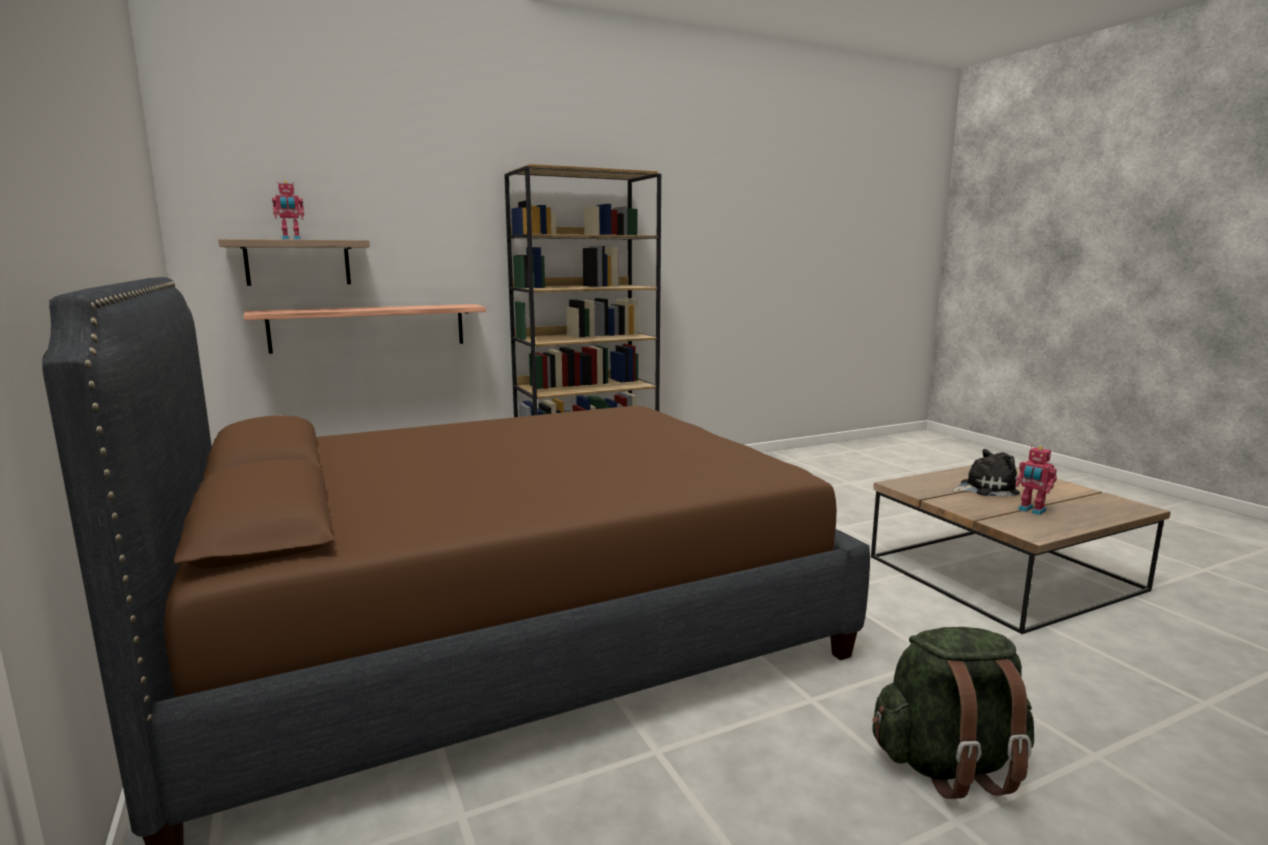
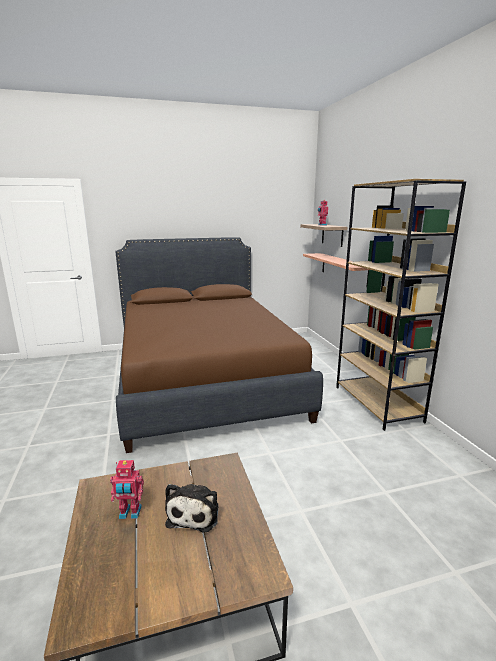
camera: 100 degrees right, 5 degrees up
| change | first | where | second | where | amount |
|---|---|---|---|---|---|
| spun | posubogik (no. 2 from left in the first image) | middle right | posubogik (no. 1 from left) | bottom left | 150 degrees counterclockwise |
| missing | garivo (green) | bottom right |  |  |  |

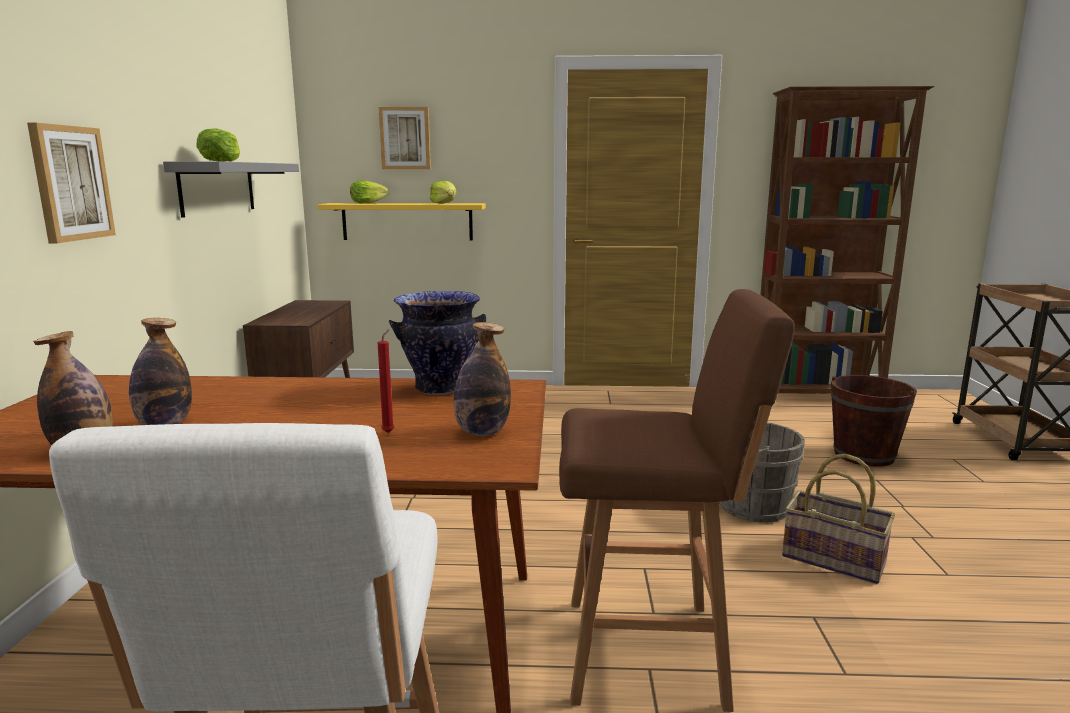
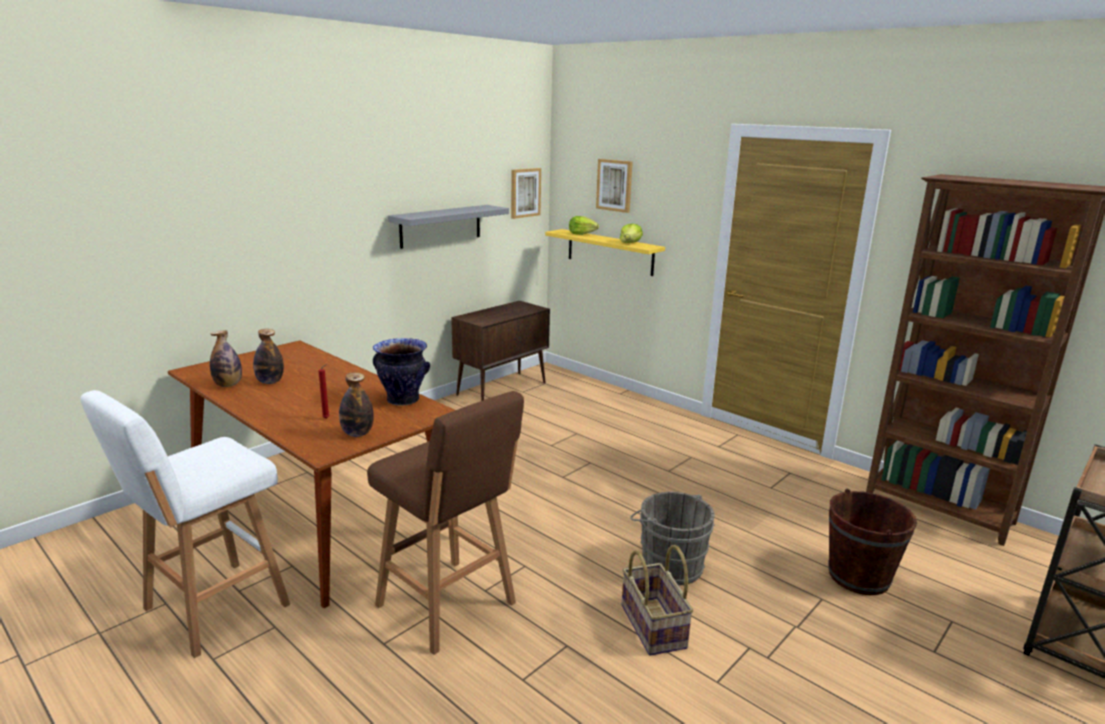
camera: 40 degrees right, 5 degrees up
| change | first | where | second | where | amount |
|---|---|---|---|---|---|
| relocated | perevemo (no. 1 from left) | top left |  | top centre |  |
| missing | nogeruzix (no. 1 from left) | top left |  |  |  |

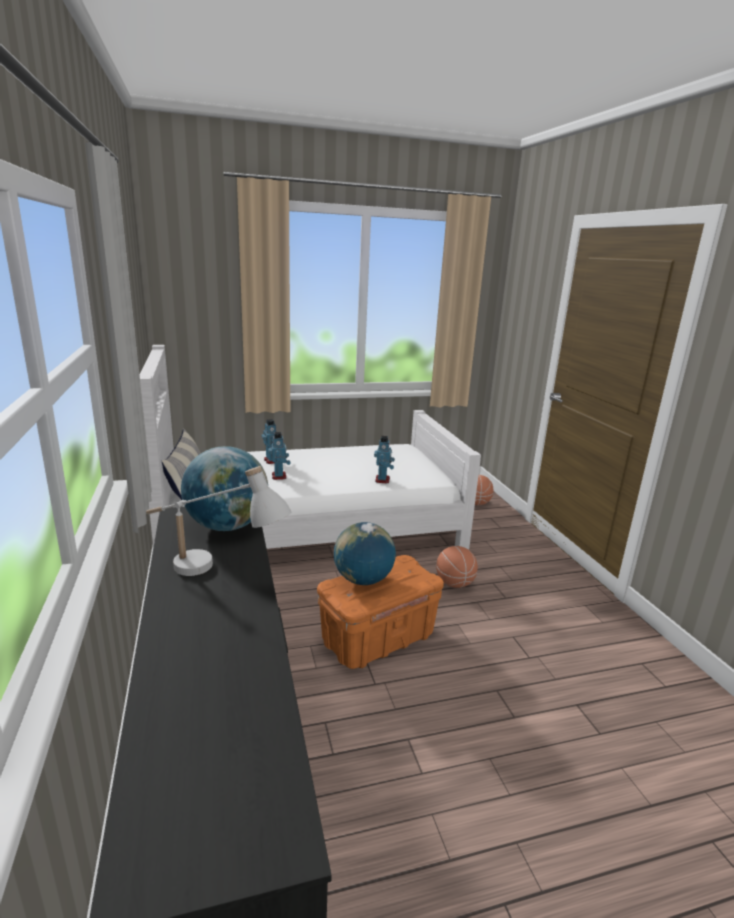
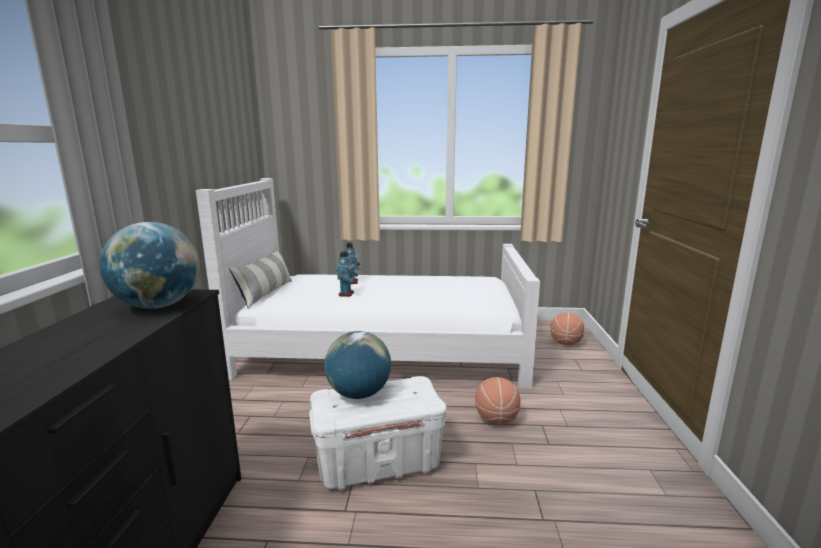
camera: 20 degrees right, 5 degrees down
| change | first | where | second | where | amount |
|---|---|---|---|---|---|
| missing | posubogik (no. 3 from left) | centre |  |  |  |
| missing | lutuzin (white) | middle left |  |  |  |
| colour | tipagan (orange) | bottom centre | tipagan (white) | bottom centre |  |

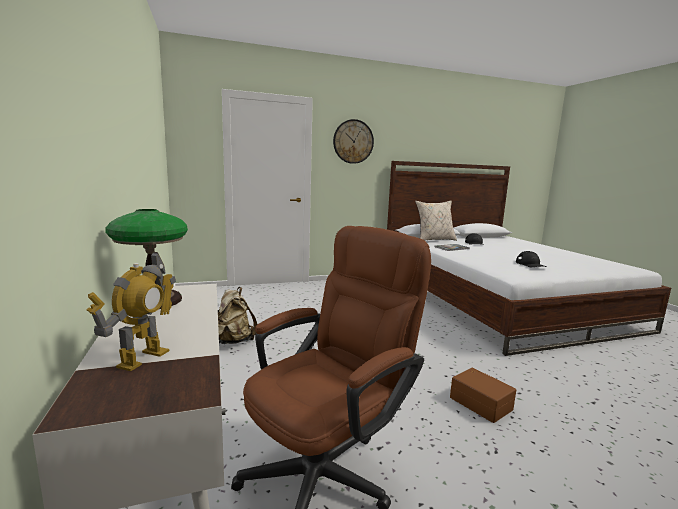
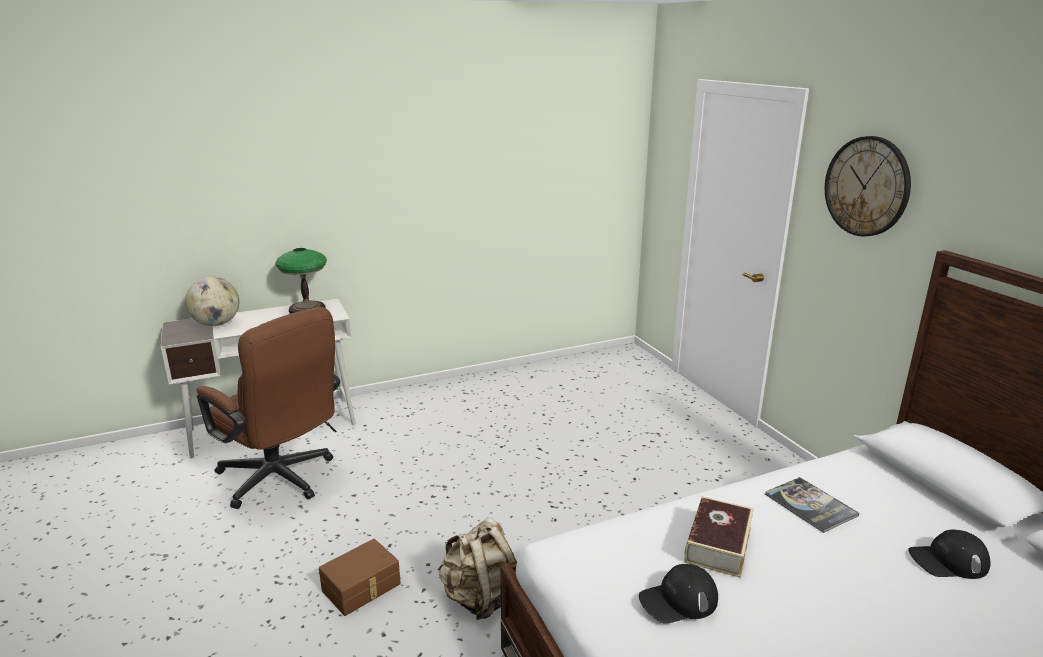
camera: 85 degrees right, 10 degrees up
| change | first | where | second | where | amount |
|---|---|---|---|---|---|
| missing | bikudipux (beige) | centre |  |  |  |
| exchanged | posubogik | middle left | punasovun | middle left |  |
| relocated | garivo (beige) | centre |  | bottom centre |  |
| appeared |  |  | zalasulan (no. 1 from left) | bottom right |  |

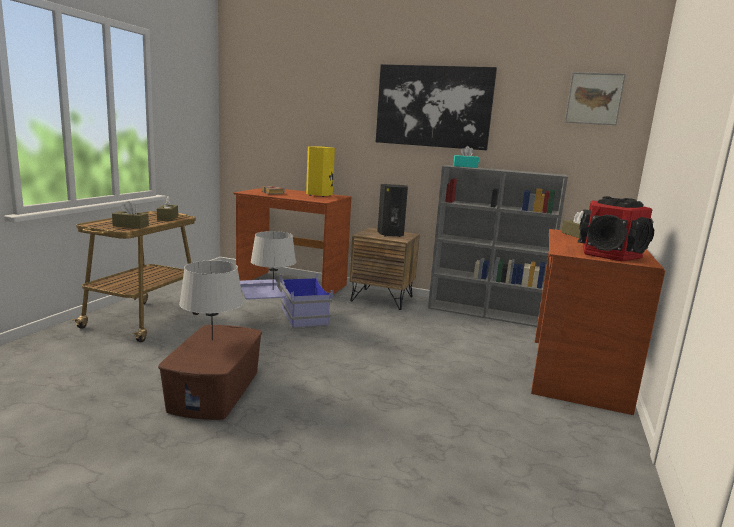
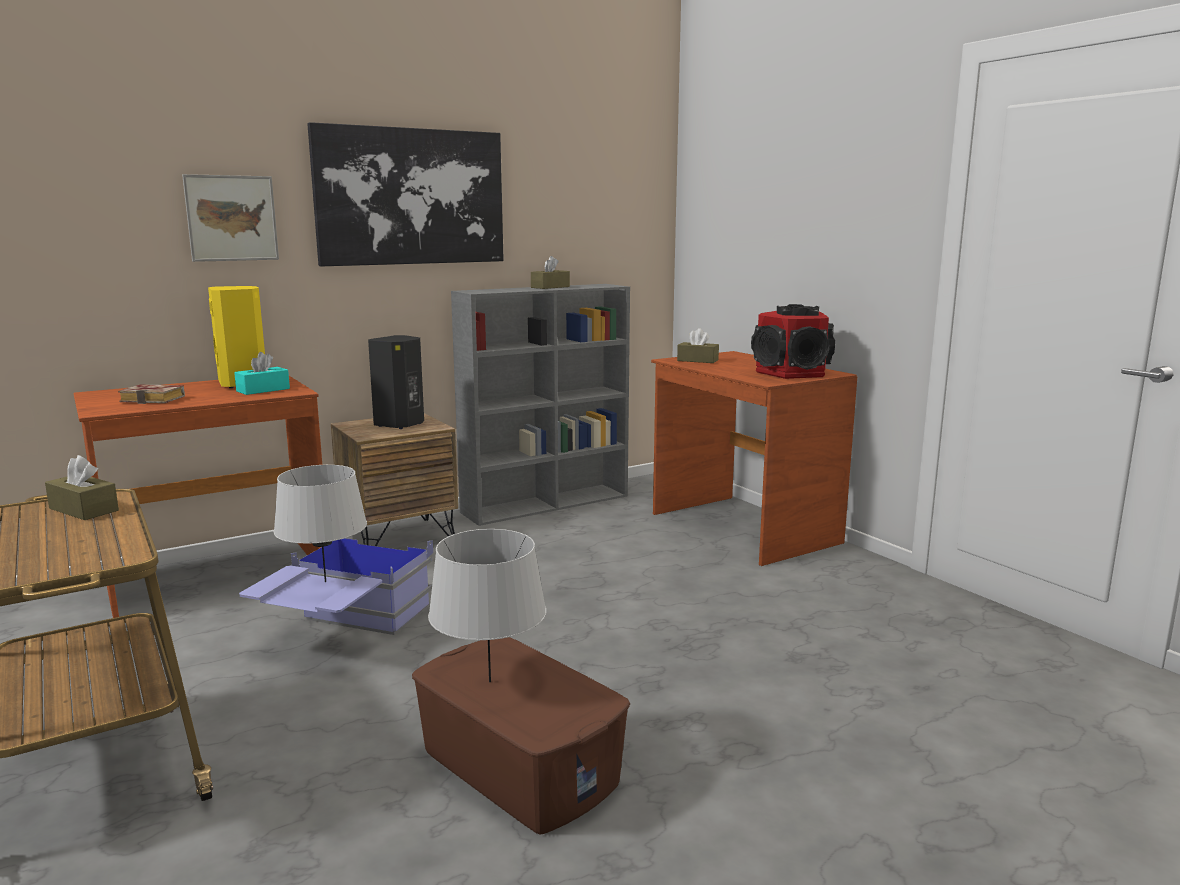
camera: 50 degrees left, 0 degrees up
| change | first | where | second | where | amount |
|---|---|---|---|---|---|
| relocated | perevemo (no. 2 from left in the first image) | top right | perevemo (no. 1 from left) | top left |  |
| relocated | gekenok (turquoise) | top centre |  | middle left |  |
| relocated | gekenok (brown) (no. 1 from left in the first image) | middle left | gekenok (brown) (no. 2 from left) | top centre |  |

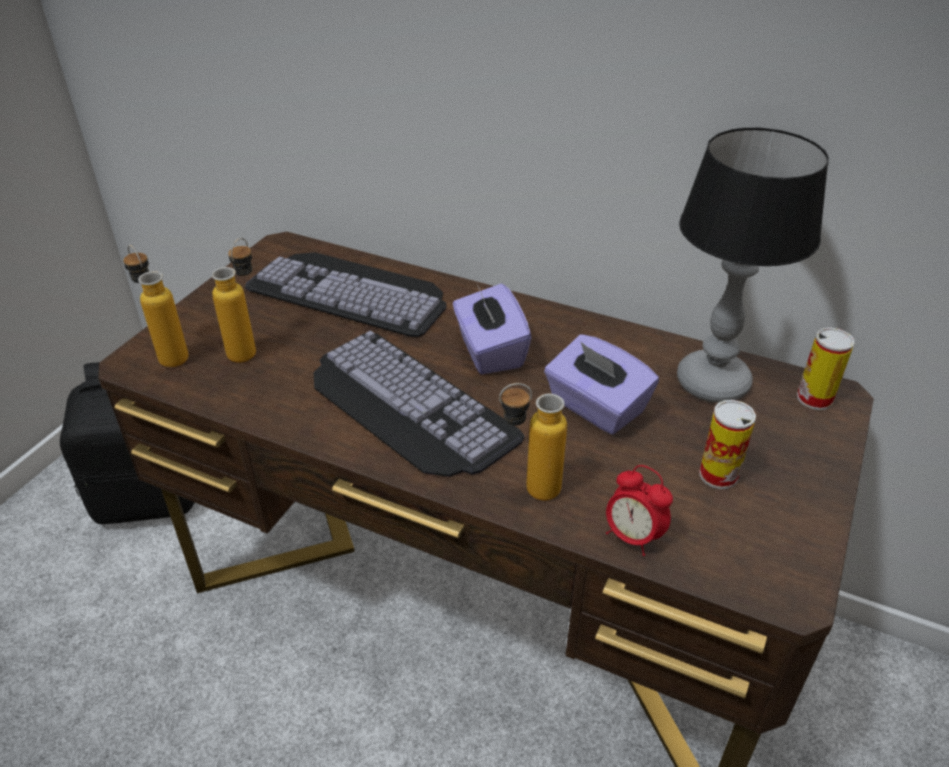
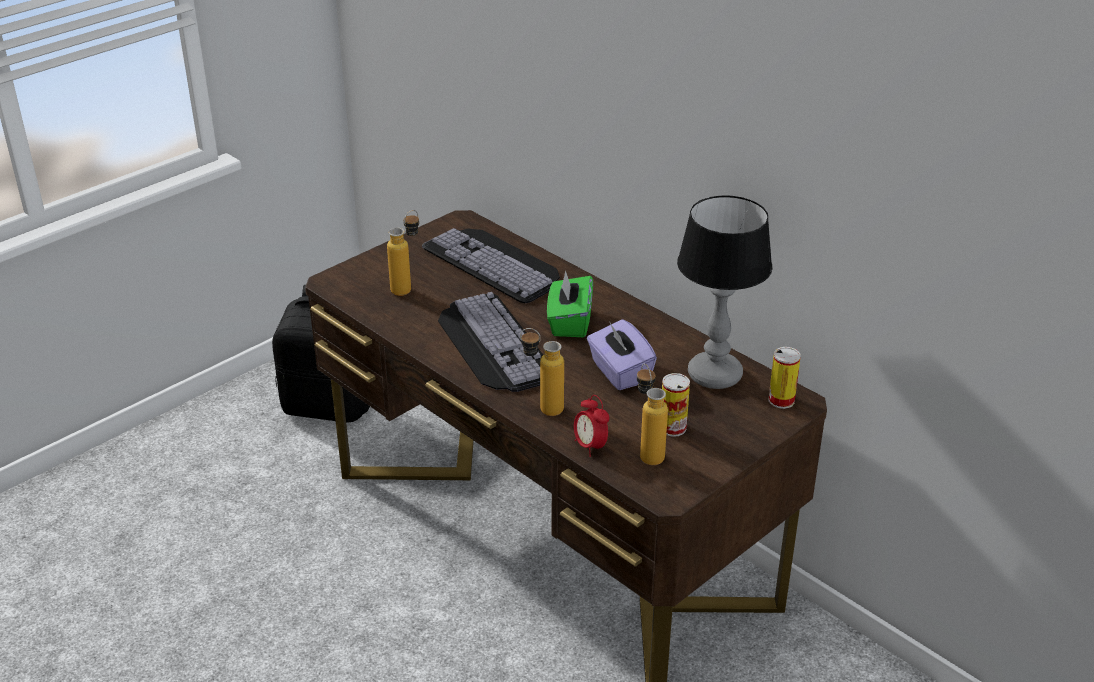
camera: 20 degrees right, 5 degrees down
| change | first | where | second | where | amount |
|---|---|---|---|---|---|
| relocated | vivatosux (no. 1 from left in the first image) | middle left | vivatosux (no. 3 from left) | centre |  |
| colour | gekenok (purple) (no. 1 from left) | centre | gekenok (green) | centre |  |

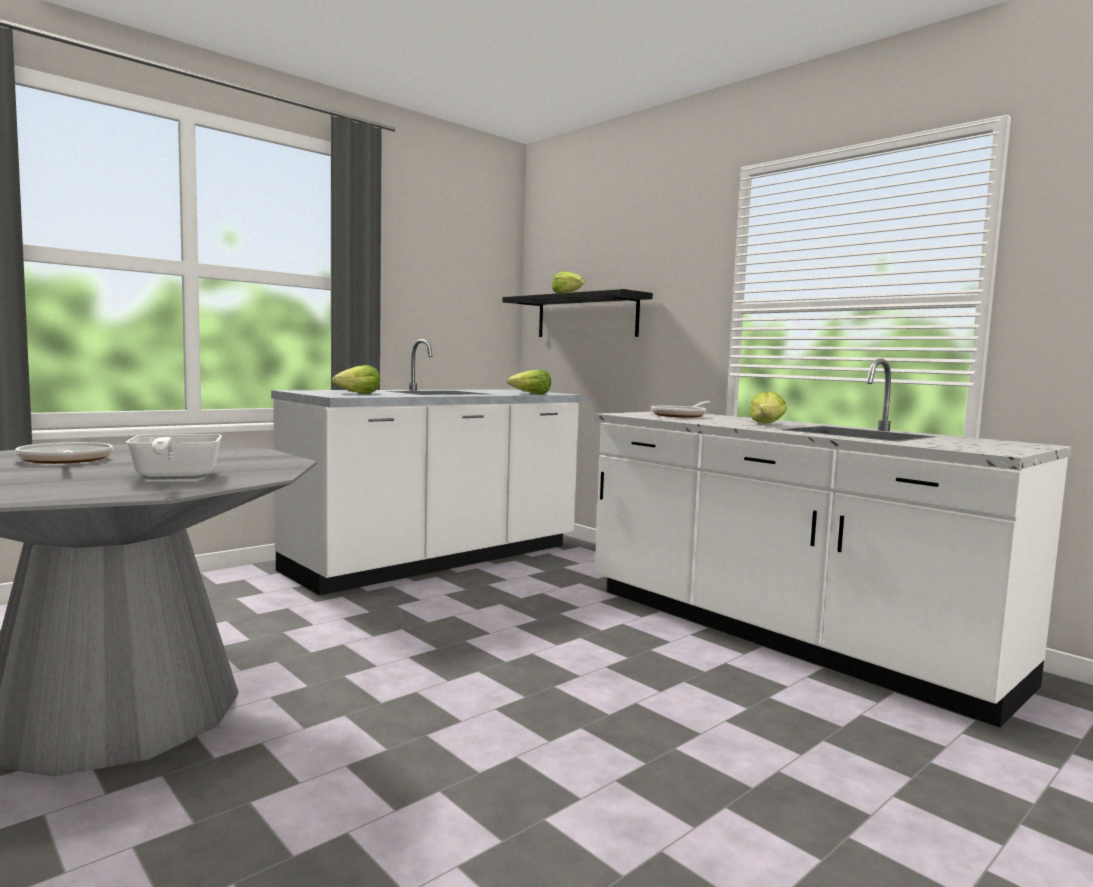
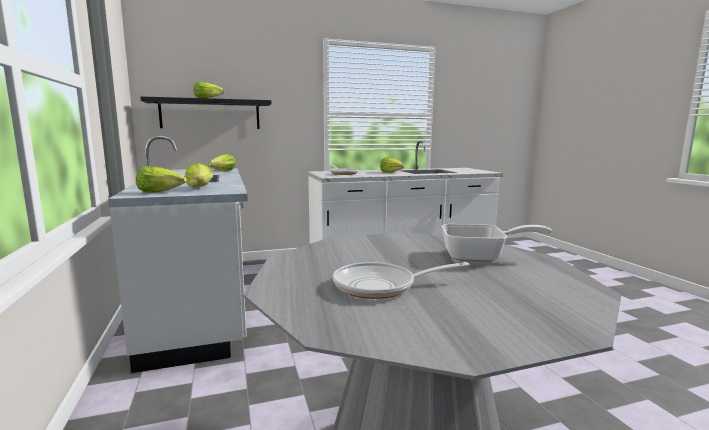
camera: 65 degrees left, 5 degrees up
| change | first | where | second | where | amount |
|---|---|---|---|---|---|
| appeared |  |  | nogeruzix (no. 1 from left) | middle left |  |

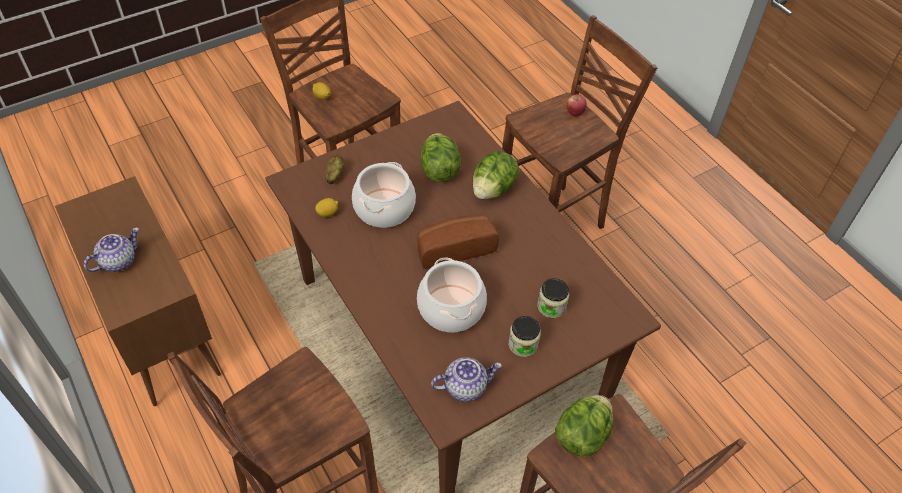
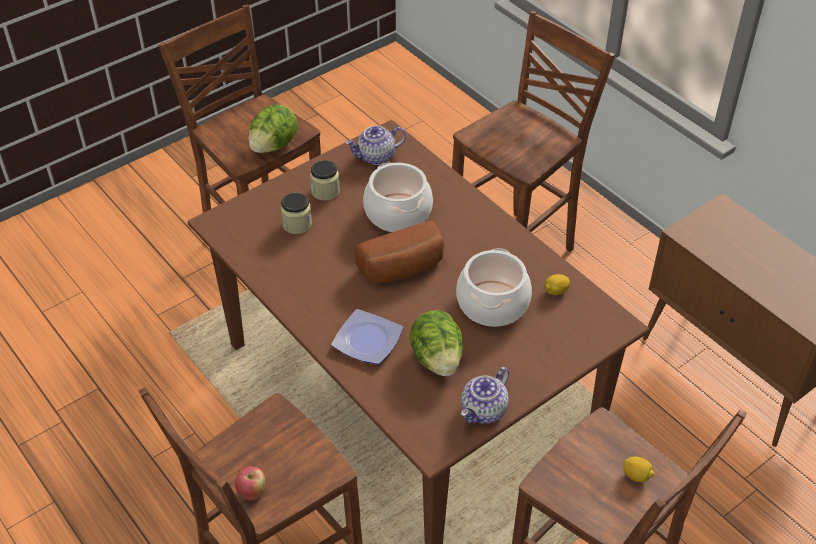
camera: 175 degrees right, 5 degrees down
| change | first | where | second | where | amount |
|---|---|---|---|---|---|
| exchanged | nogeruzix (no. 2 from left) | centre | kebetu | centre |  |
| missing | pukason | centre |  |  |  |
| relocated | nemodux (no. 1 from left in the first image) | middle left | nemodux (no. 2 from left) | bottom centre |  |

